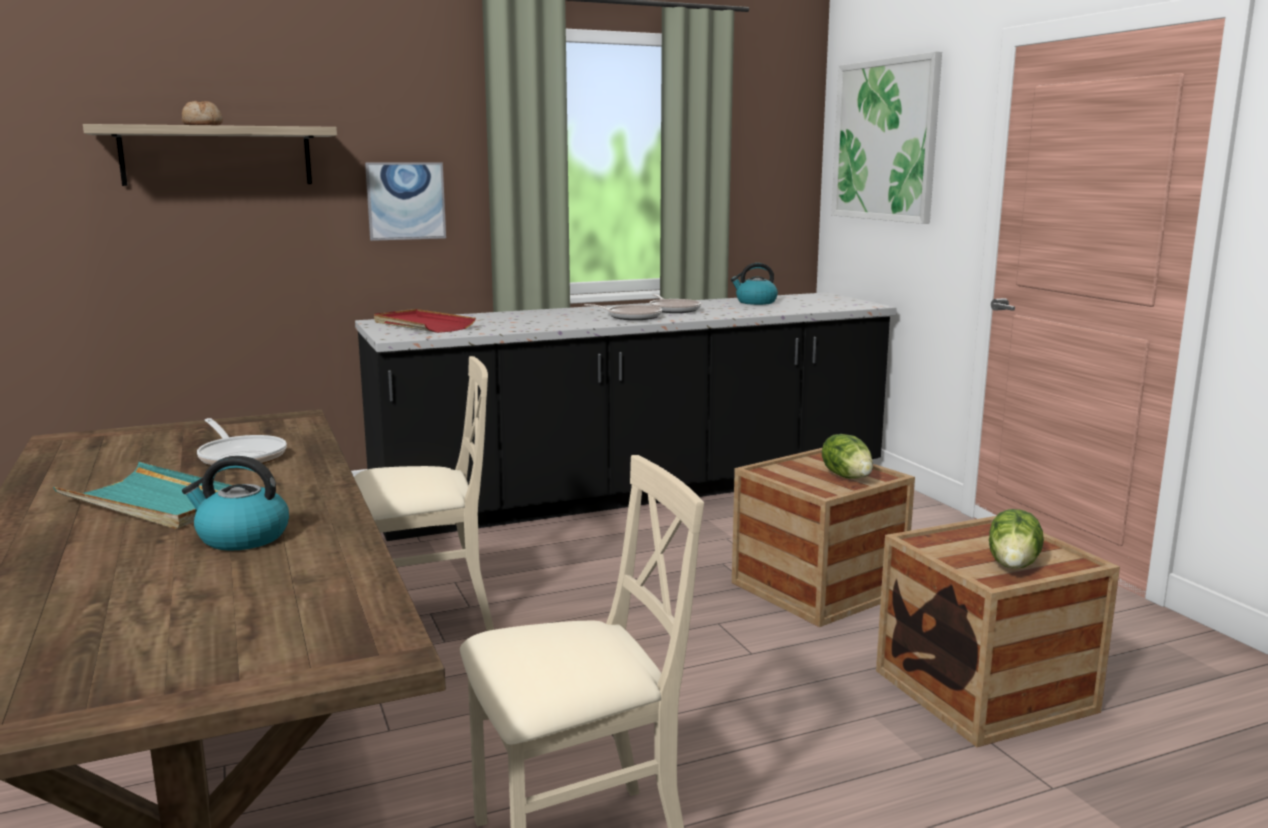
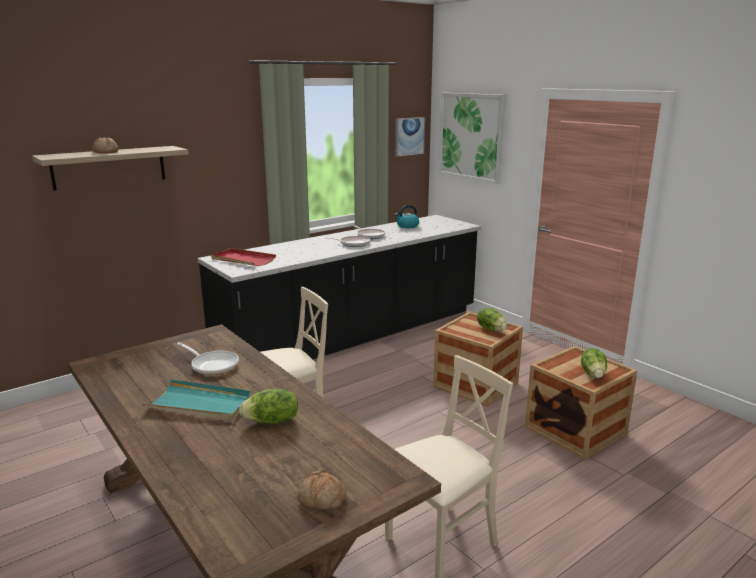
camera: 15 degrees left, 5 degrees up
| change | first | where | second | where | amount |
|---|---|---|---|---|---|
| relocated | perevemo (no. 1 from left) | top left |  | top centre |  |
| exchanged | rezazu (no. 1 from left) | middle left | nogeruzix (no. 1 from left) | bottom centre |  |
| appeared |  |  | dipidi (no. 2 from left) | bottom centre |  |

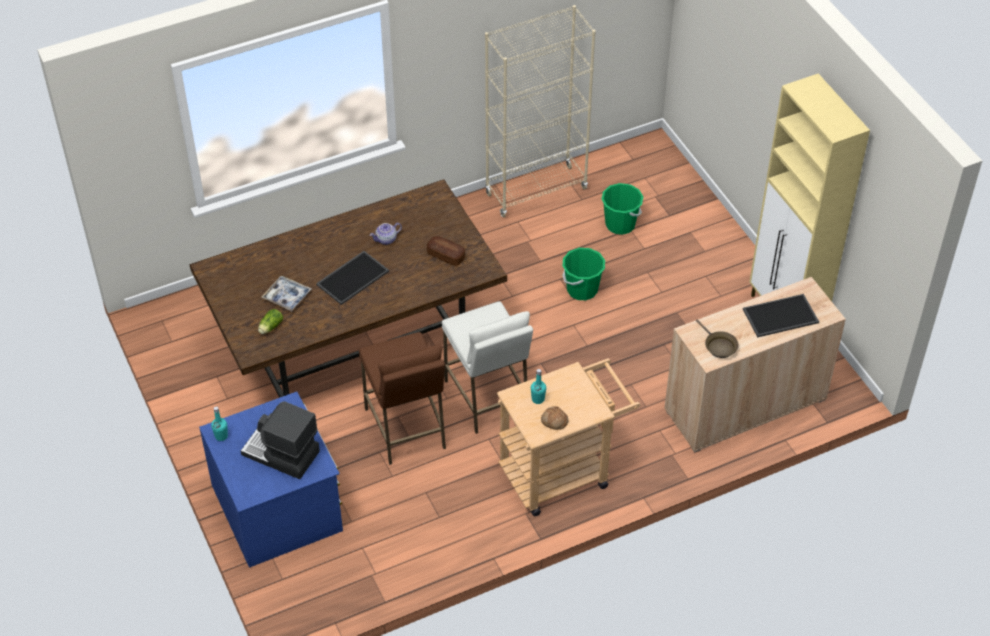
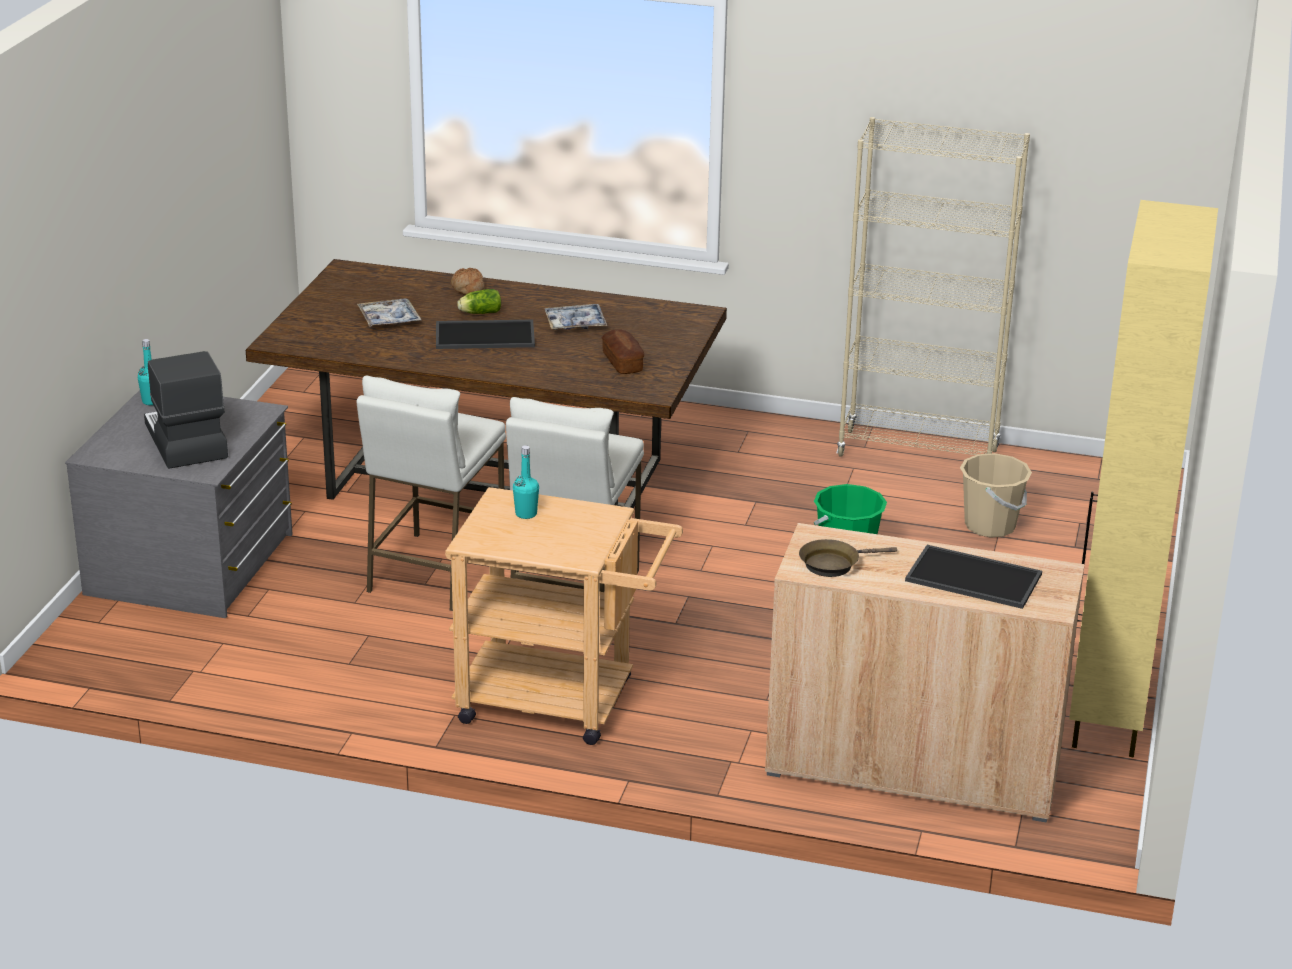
camera: 40 degrees right, 20 degrees down
| change | first | where | second | where | amount |
|---|---|---|---|---|---|
| colour | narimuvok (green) (no. 2 from left) | top centre | narimuvok (beige) | middle right |  |
| exchanged | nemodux | centre | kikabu (no. 3 from left) | top centre |  |
| relocated | nogeruzix | middle left |  | top centre |  |
| spun | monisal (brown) | middle right |  | centre | 60 degrees clockwise |
| colour | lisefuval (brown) | centre | lisefuval (white) (no. 1 from left) | centre |  |
| colour | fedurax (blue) | bottom left | fedurax (grey) | middle left |  |
| relocated | dipidi (no. 2 from left in the first image) | centre | dipidi (no. 1 from left) | top centre |  |

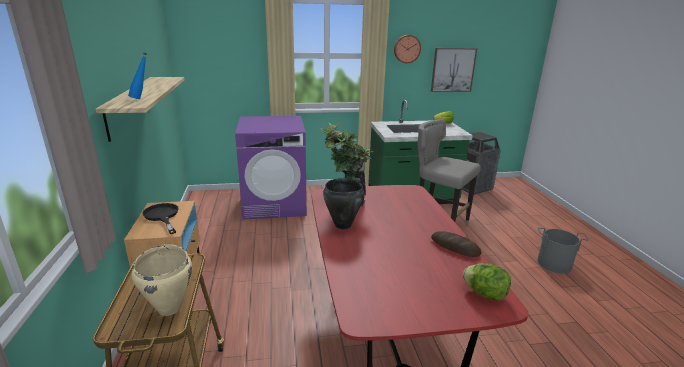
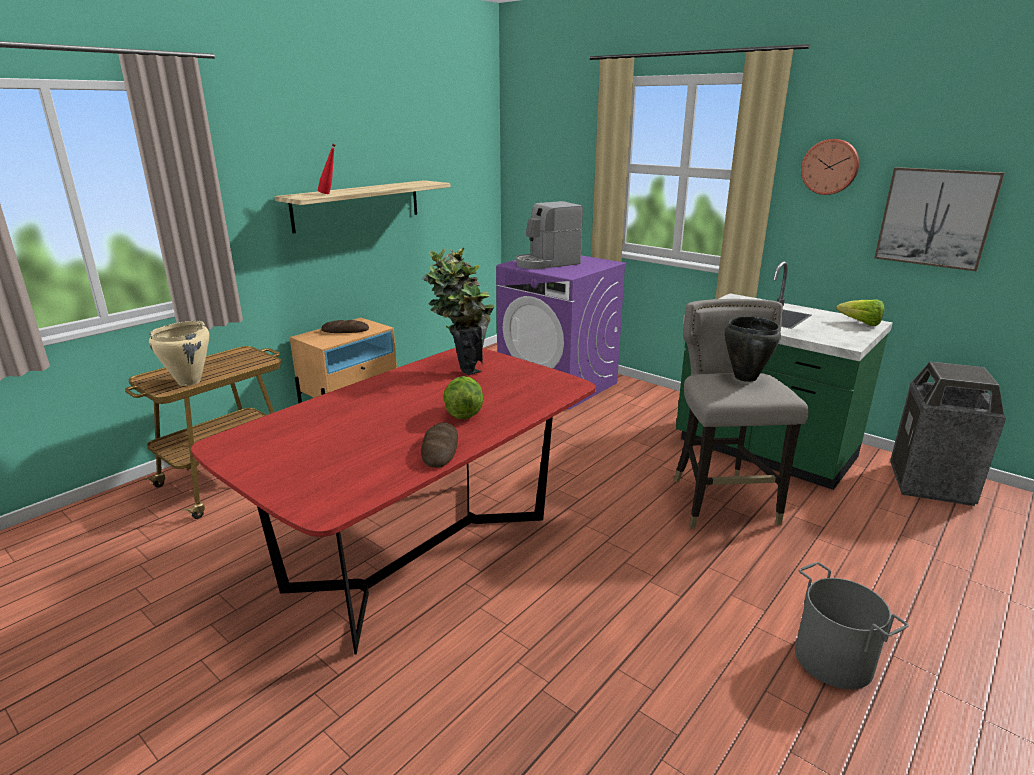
camera: 50 degrees right, 0 degrees up
| change | first | where | second | where | amount |
|---|---|---|---|---|---|
| colour | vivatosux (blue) | top left | vivatosux (red) | top left |  |
| relocated | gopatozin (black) | centre |  | middle right |  |
| exchanged | monisal (black) | middle left | dipidi (no. 1 from left) | centre |  |
| relocated | nogeruzix (no. 2 from left in the first image) | bottom right | nogeruzix (no. 1 from left) | centre |  |
| appeared |  |  | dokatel | top centre |  |

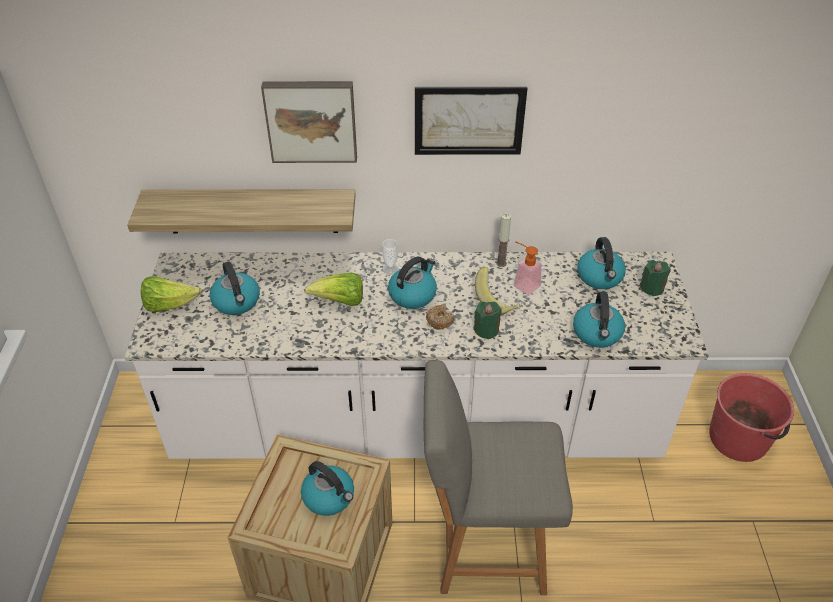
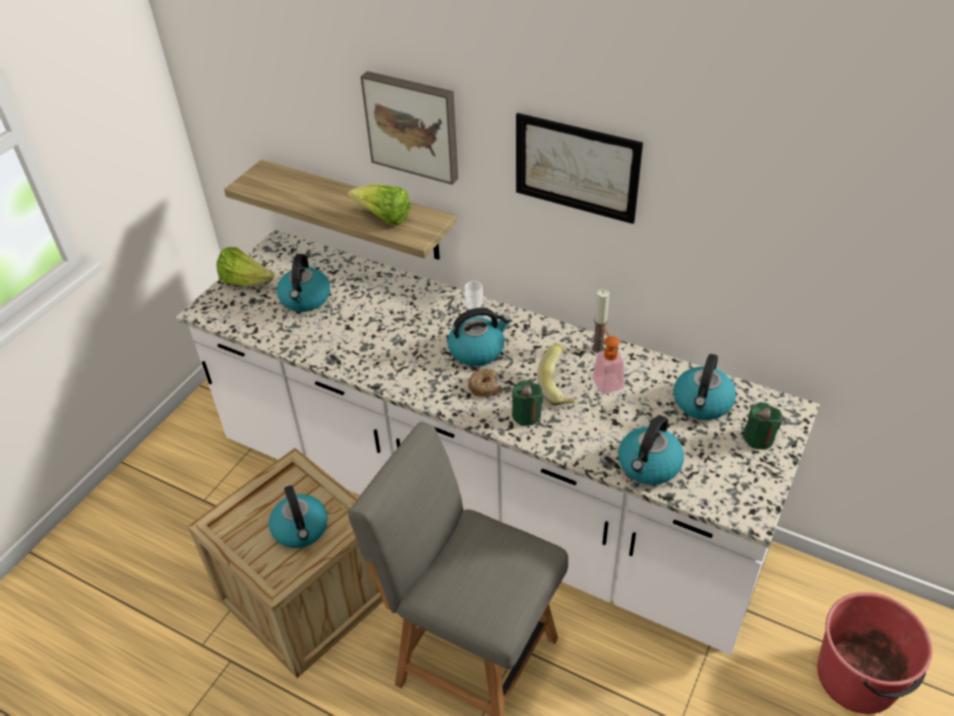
camera: 30 degrees right, 0 degrees up
| change | first | where | second | where | amount |
|---|---|---|---|---|---|
| relocated | nogeruzix (no. 2 from left) | centre |  | top centre |  |

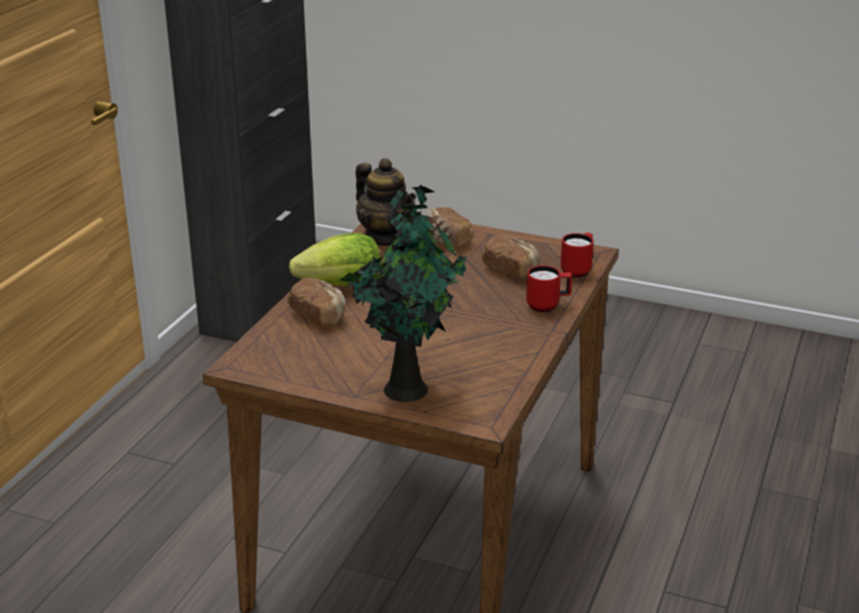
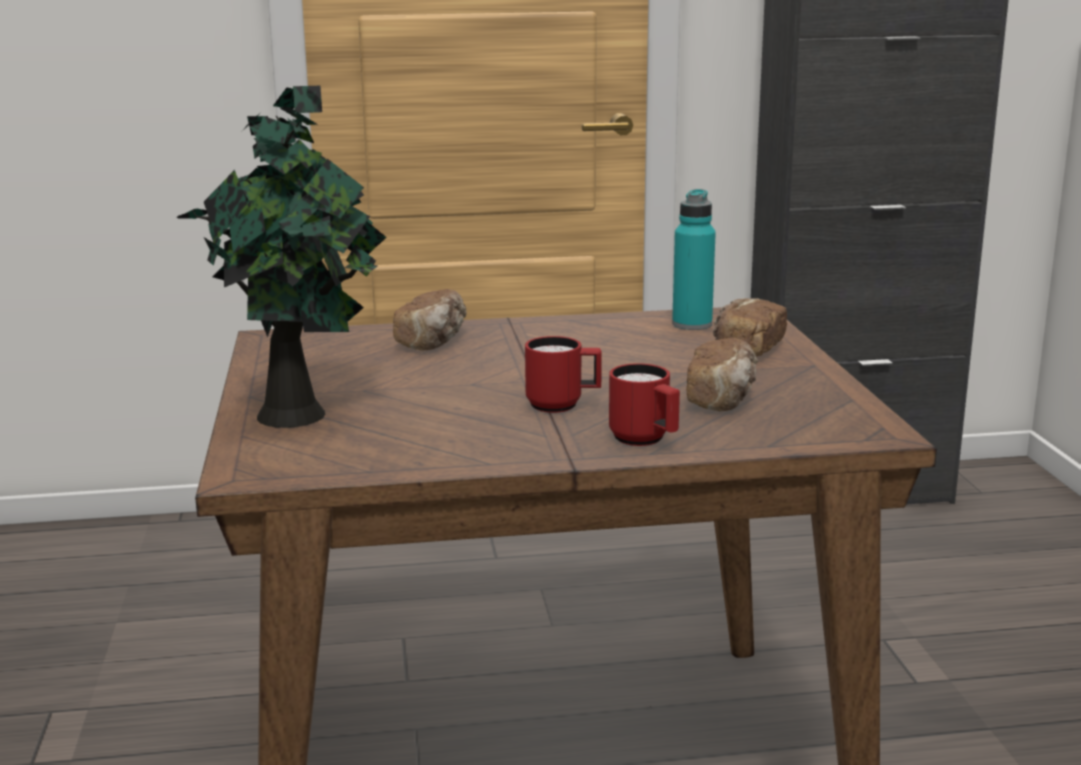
camera: 60 degrees right, 10 degrees down
| change | first | where | second | where | amount |
|---|---|---|---|---|---|
| exchanged | nemodux | top centre | vivatosux (turquoise) | centre |  |
| relocated | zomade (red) (no. 2 from left in the first image) | middle right | zomade (red) (no. 1 from left) | centre |  |
| missing | nogeruzix | centre |  |  |  |

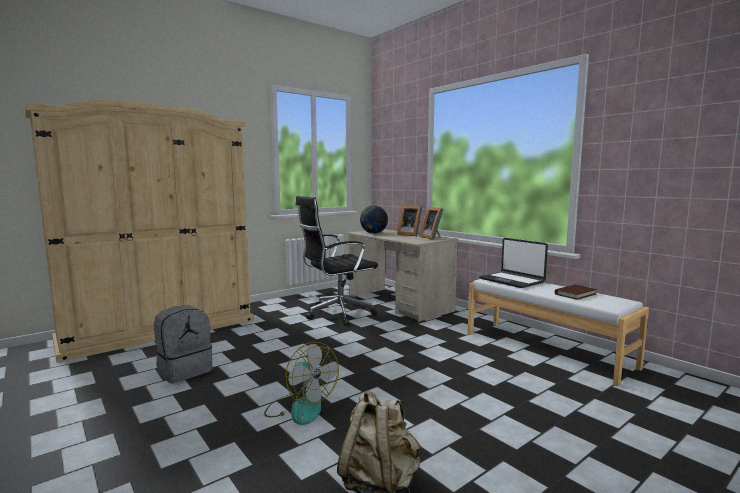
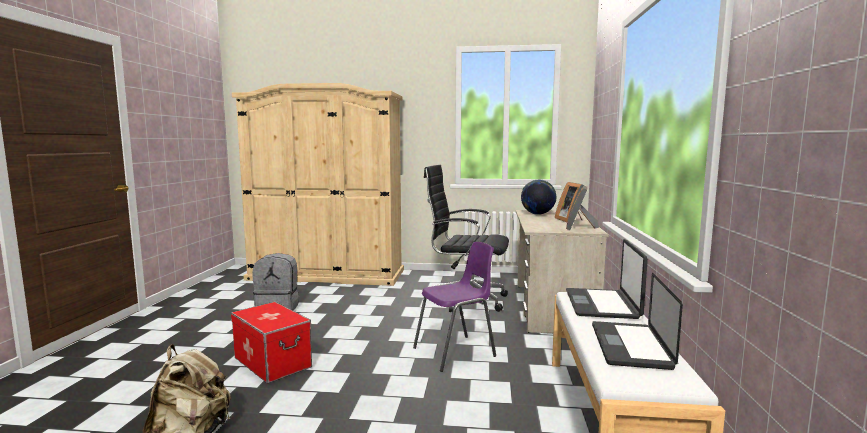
camera: 45 degrees right, 0 degrees up
| change | first | where | second | where | amount |
|---|---|---|---|---|---|
| exchanged | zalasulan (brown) | middle right | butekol (no. 2 from left) | bottom right |  |
| exchanged | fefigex | bottom centre | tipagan | bottom left |  |
| appeared |  |  | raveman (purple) | bottom centre |  |

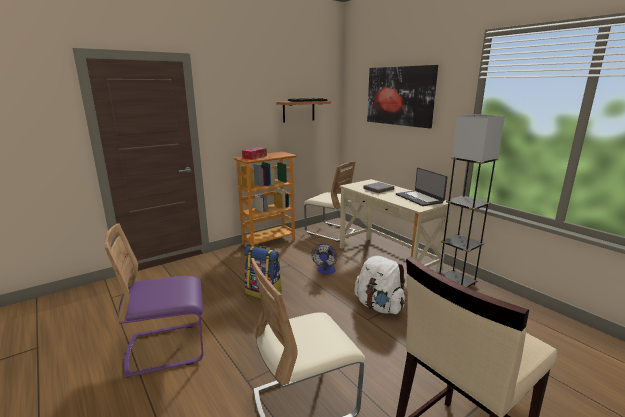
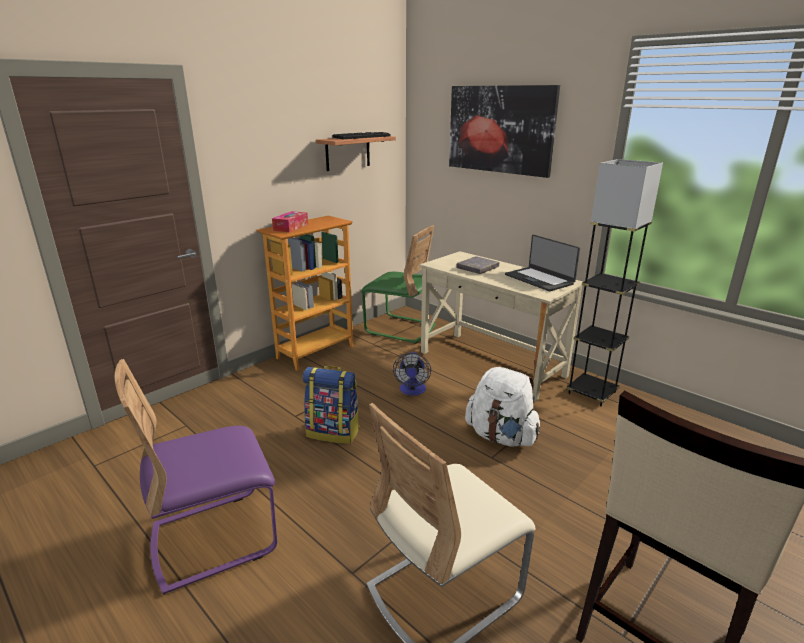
camera: 10 degrees left, 5 degrees up
| change | first | where | second | where | amount |
|---|---|---|---|---|---|
| colour | raveman (beige) (no. 2 from left) | centre | raveman (green) | centre |  |

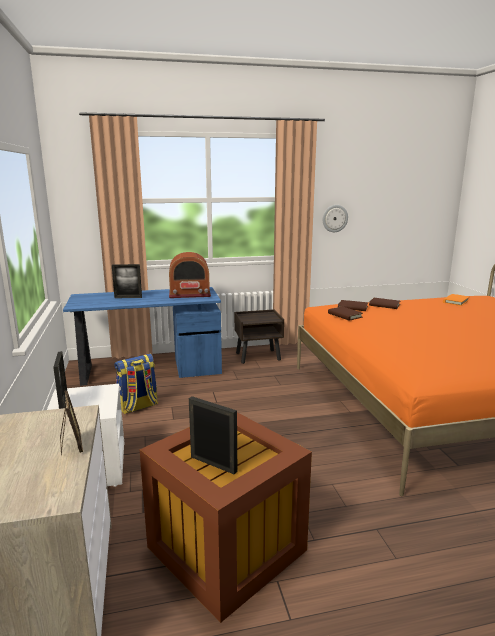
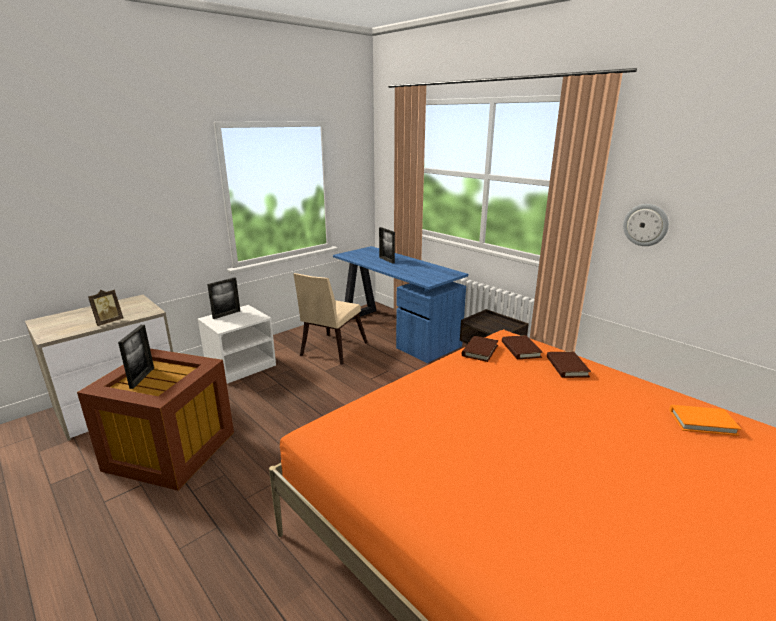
camera: 60 degrees right, 5 degrees up
| change | first | where | second | where | amount |
|---|---|---|---|---|---|
| missing | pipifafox | centre |  |  |  |
| exchanged | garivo | middle left | raveman (beige) | centre |  |

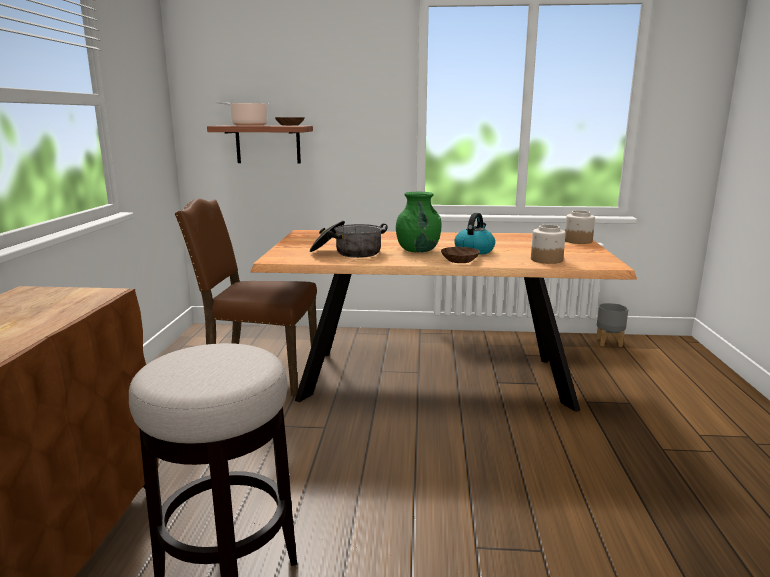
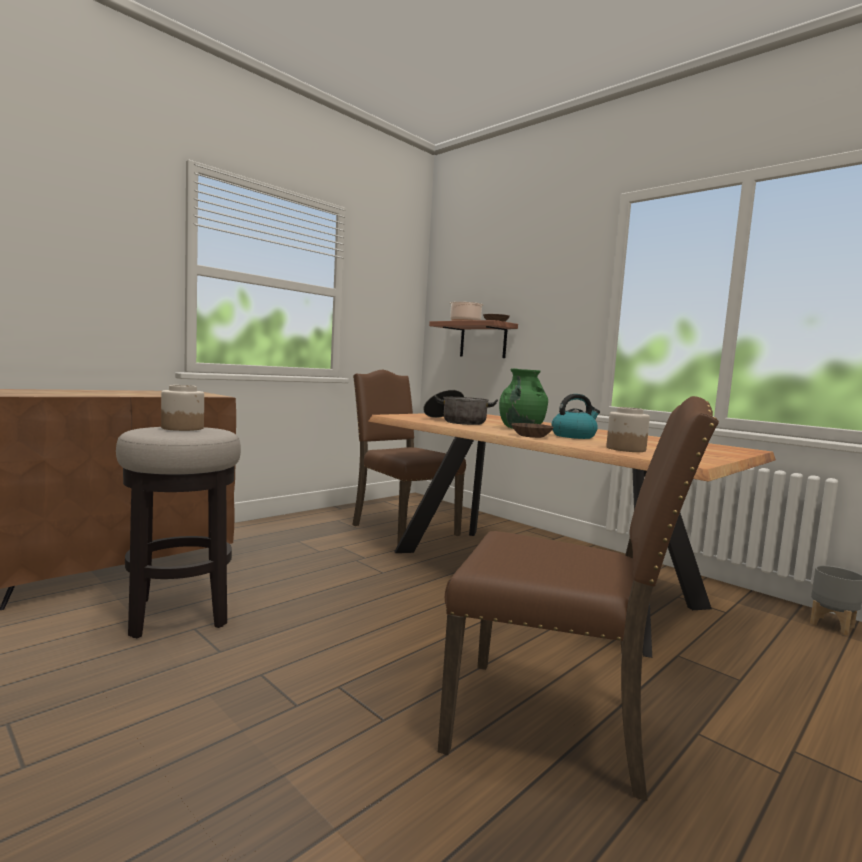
camera: 40 degrees right, 10 degrees down
| change | first | where | second | where | amount |
|---|---|---|---|---|---|
| relocated | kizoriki (no. 2 from left in the first image) | middle right | kizoriki (no. 1 from left) | middle left |  |
| appeared |  |  | raveman (brown) (no. 2 from left) | bottom right |  |

